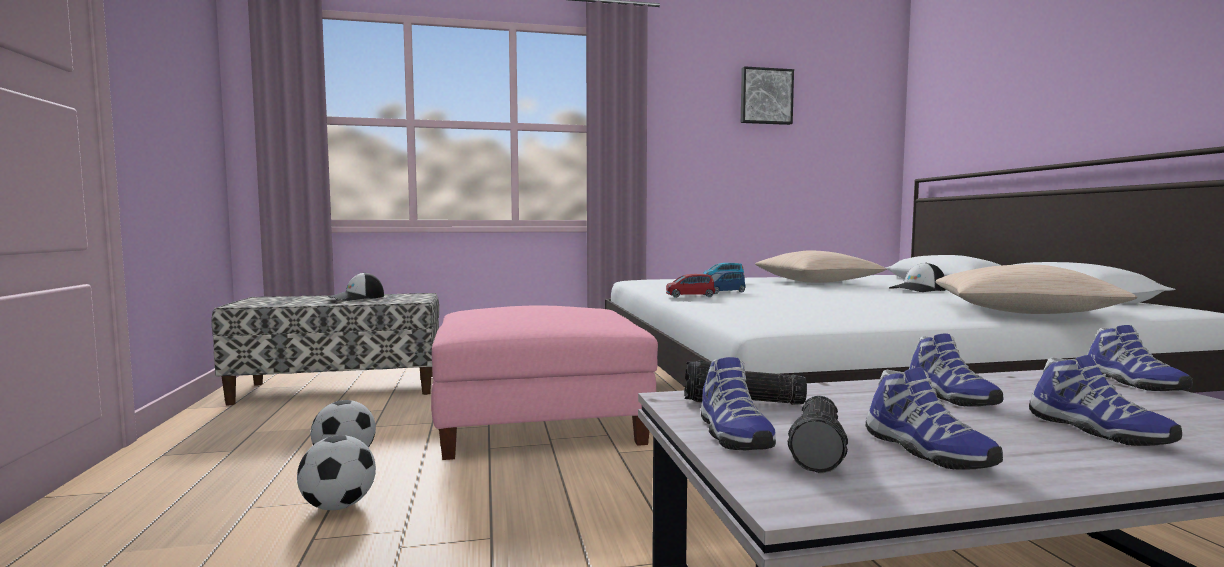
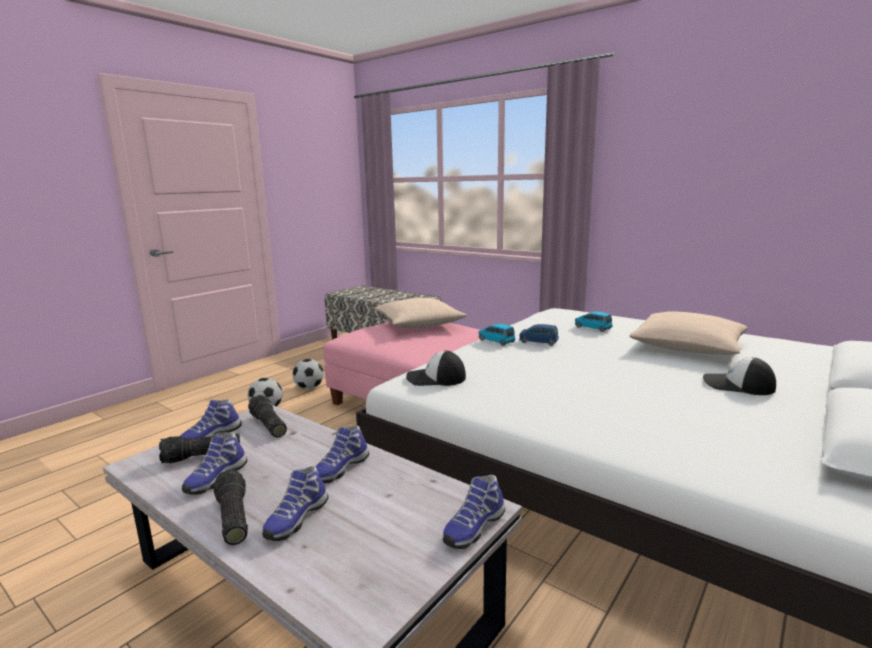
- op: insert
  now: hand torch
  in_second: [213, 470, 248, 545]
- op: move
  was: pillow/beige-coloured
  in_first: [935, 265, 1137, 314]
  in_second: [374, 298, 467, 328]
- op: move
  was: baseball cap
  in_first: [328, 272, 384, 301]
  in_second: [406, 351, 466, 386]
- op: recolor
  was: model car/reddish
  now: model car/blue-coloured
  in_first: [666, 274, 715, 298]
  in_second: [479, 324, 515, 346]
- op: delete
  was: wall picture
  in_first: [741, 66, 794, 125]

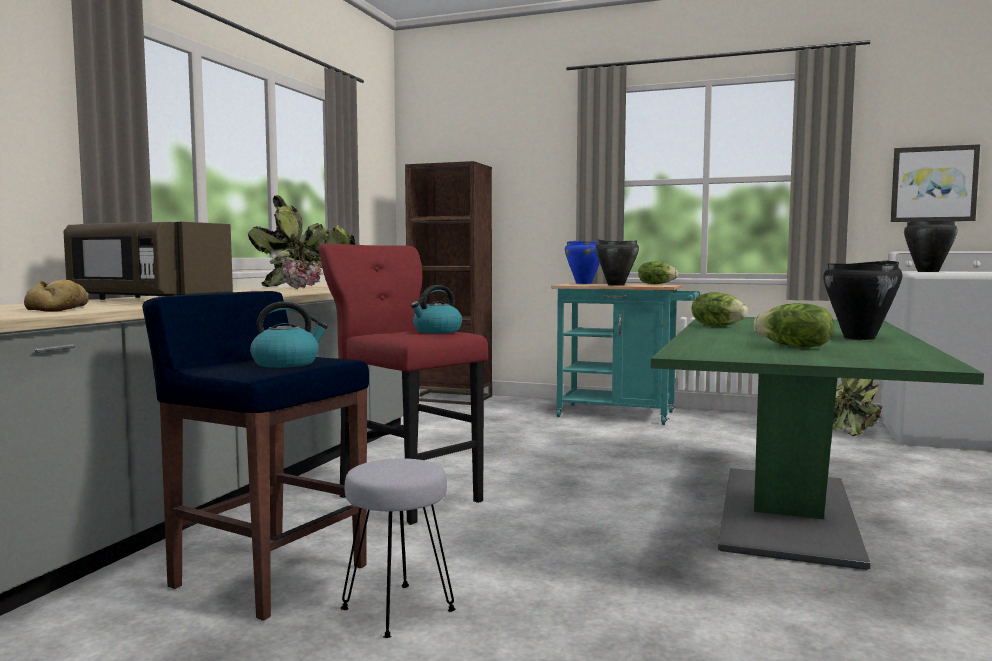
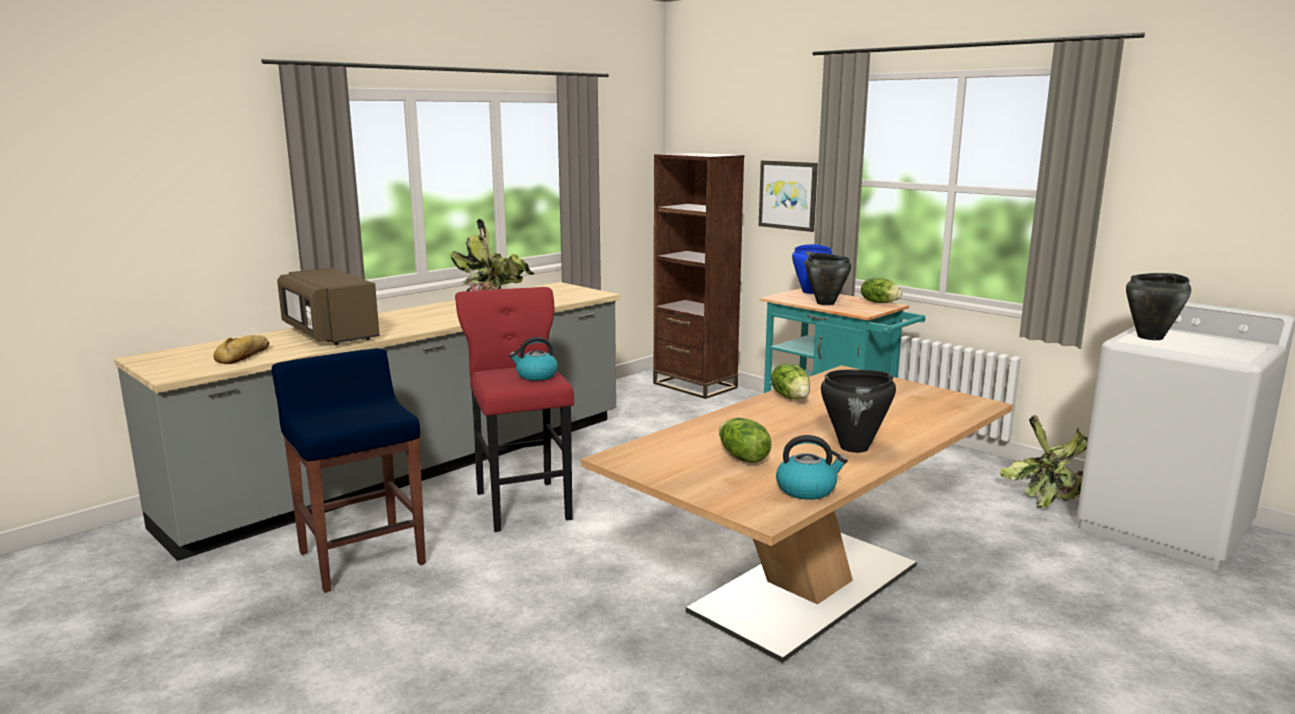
- op: recolor
  was: kitchen table/greenish
  now: kitchen table/beige-coloured
  in_first: [651, 317, 984, 570]
  in_second: [581, 365, 1013, 663]
- op: move
  was: wall picture
  in_first: [891, 144, 980, 222]
  in_second: [759, 160, 818, 232]
- op: move
  was: tea kettle
  in_first: [250, 301, 328, 368]
  in_second: [776, 435, 848, 500]
- op: delete
  was: stool/gray
  in_first: [341, 458, 455, 638]

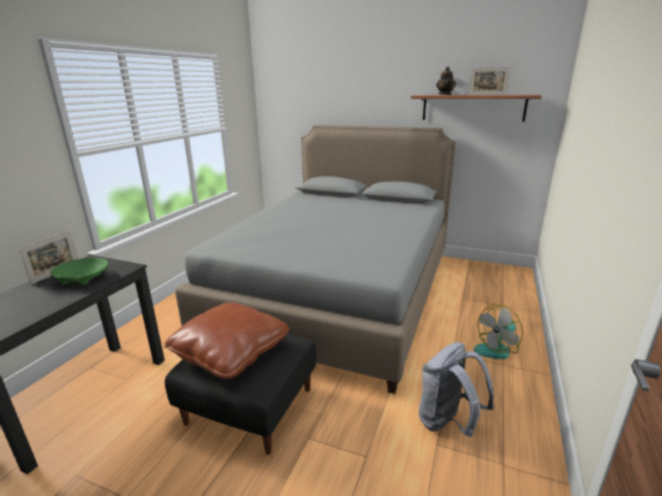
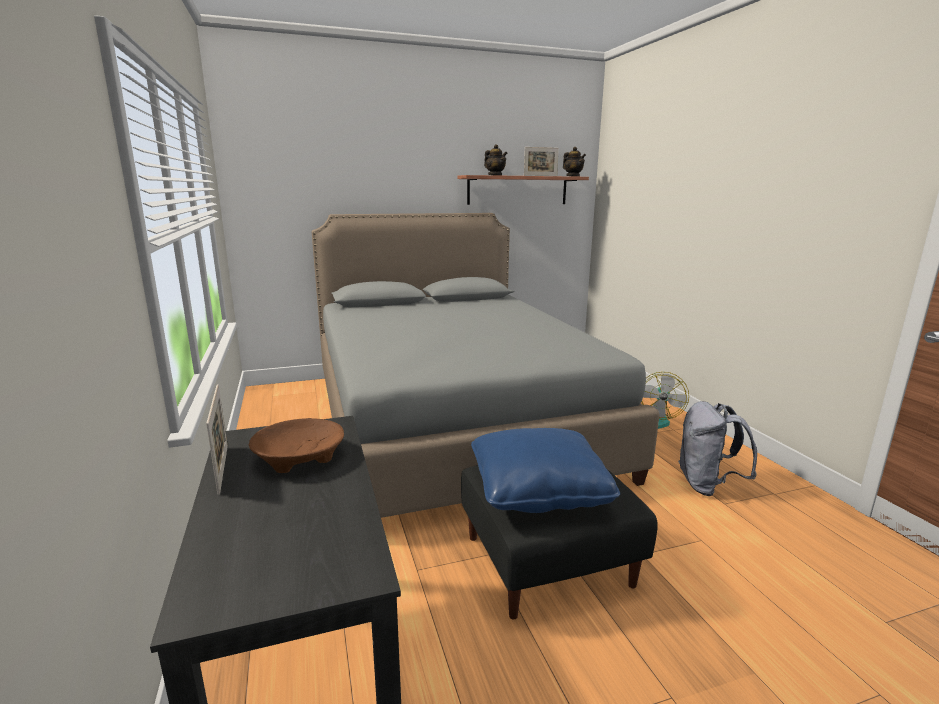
- op: recolor
  was: deep dish/greenish
  now: deep dish/brown
  in_first: [50, 258, 109, 286]
  in_second: [249, 418, 344, 473]
- op: recolor
  was: pillow/brown
  now: pillow/blue-coloured
  in_first: [164, 303, 290, 379]
  in_second: [471, 428, 620, 513]
- op: insert
  now: tea pot
  in_second: [563, 147, 586, 177]

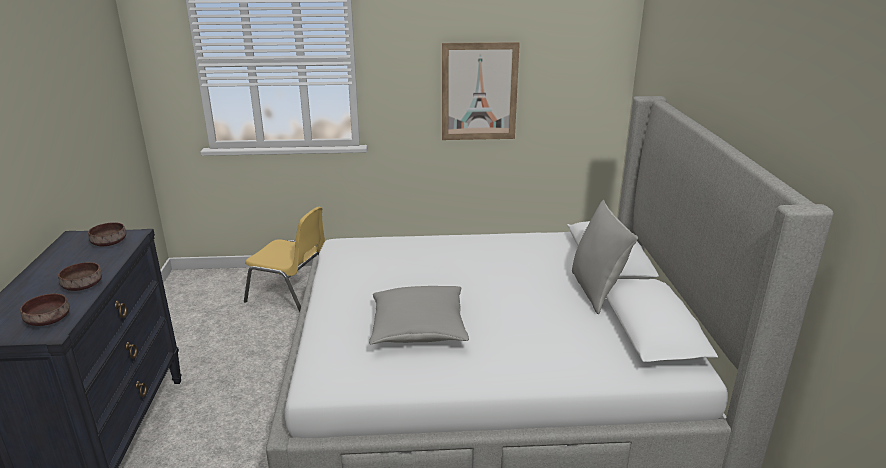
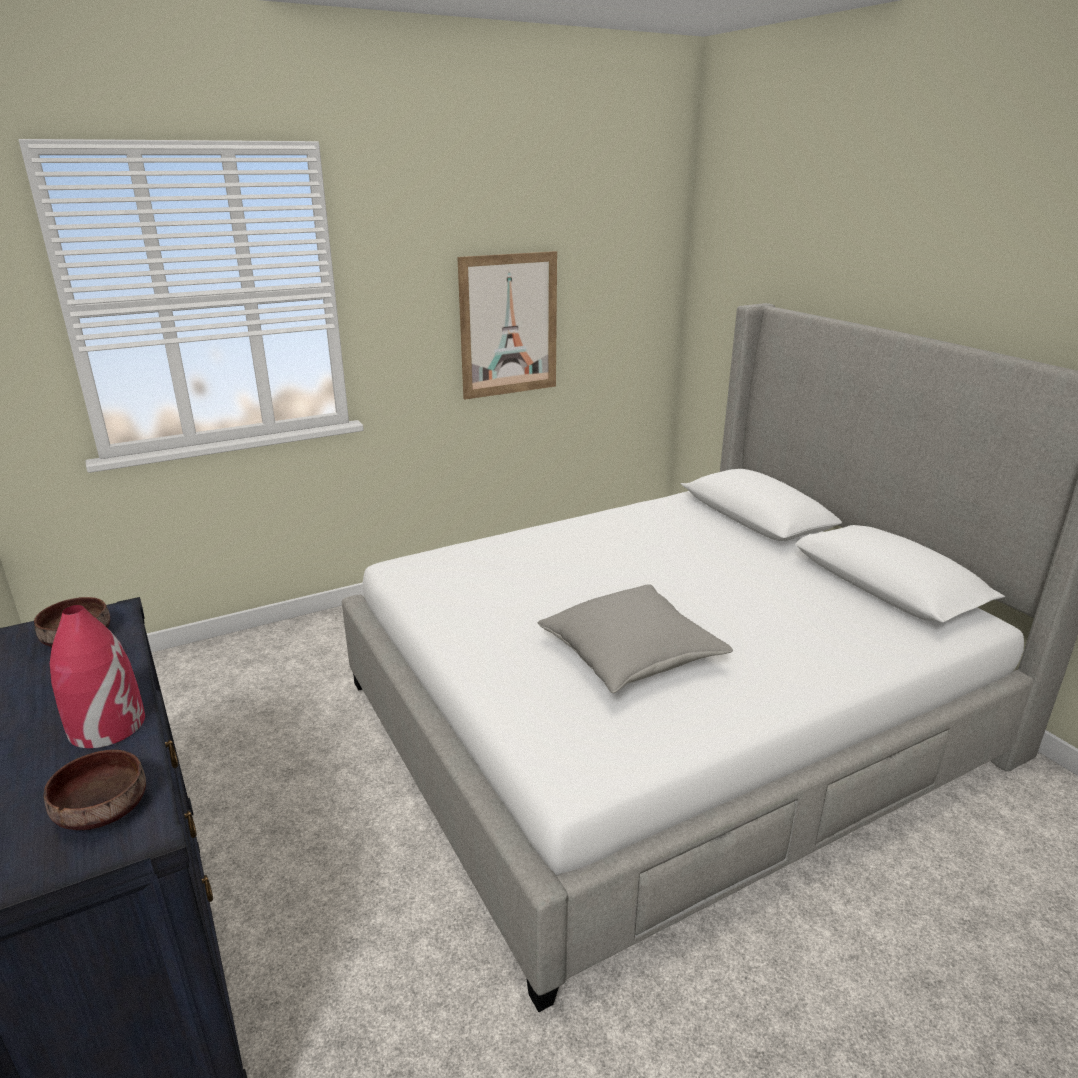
- op: replace
  was: deep dish/brown
  now: vase/reddish
  in_first: [58, 262, 102, 291]
  in_second: [50, 605, 145, 748]
- op: delete
  was: upright chair/yellowish
  in_first: [244, 207, 325, 312]
- op: delete
  was: pillow/gray
  in_first: [572, 200, 638, 314]

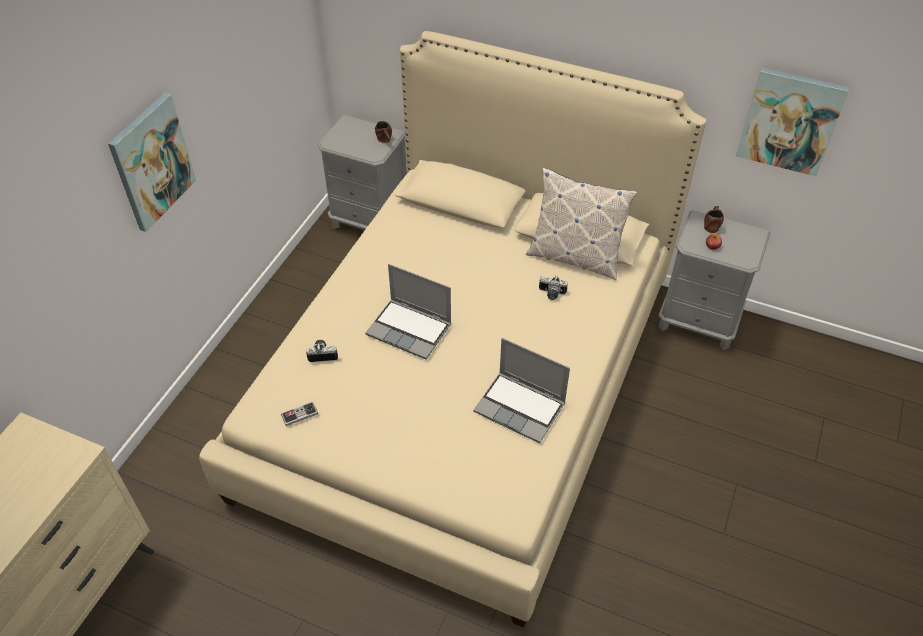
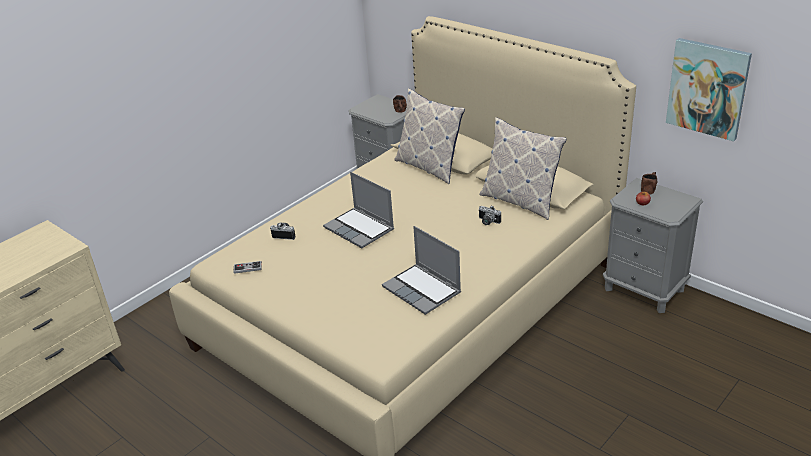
- op: insert
  now: pillow
  in_second: [394, 88, 465, 184]
- op: delete
  was: wall picture
  in_first: [108, 93, 196, 232]

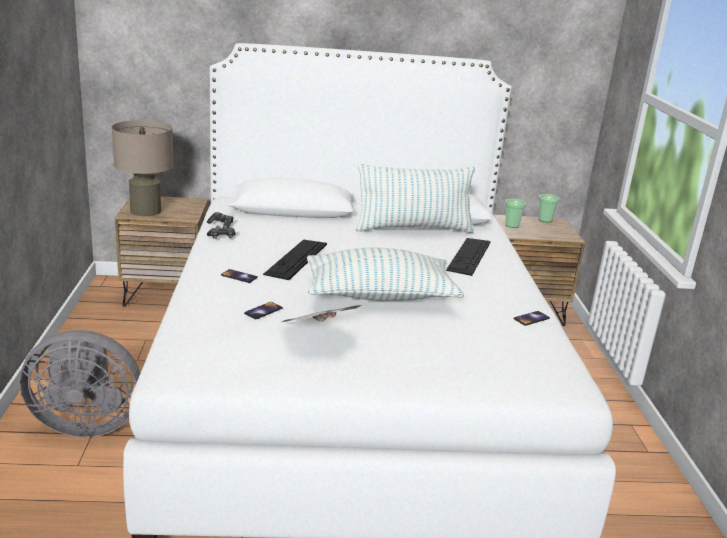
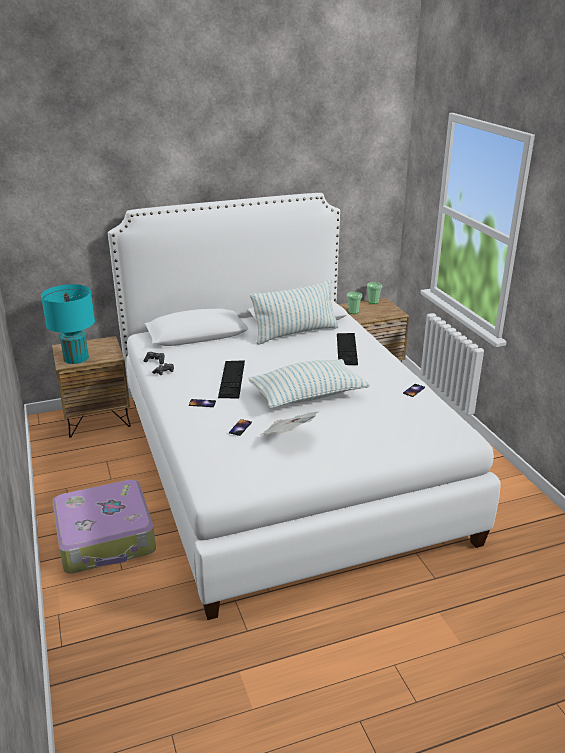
- op: recolor
  was: table lamp/beige-coloured
  now: table lamp/blue-green
  in_first: [112, 120, 173, 216]
  in_second: [41, 284, 95, 364]
- op: replace
  was: electric fan/gray
  now: travel case
  in_first: [20, 330, 140, 437]
  in_second: [52, 480, 156, 574]

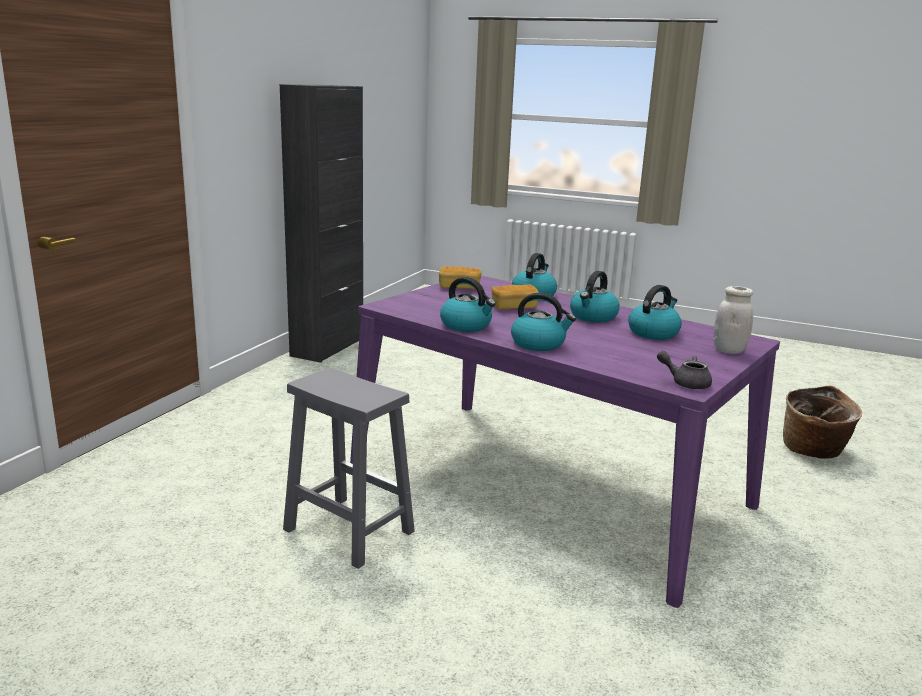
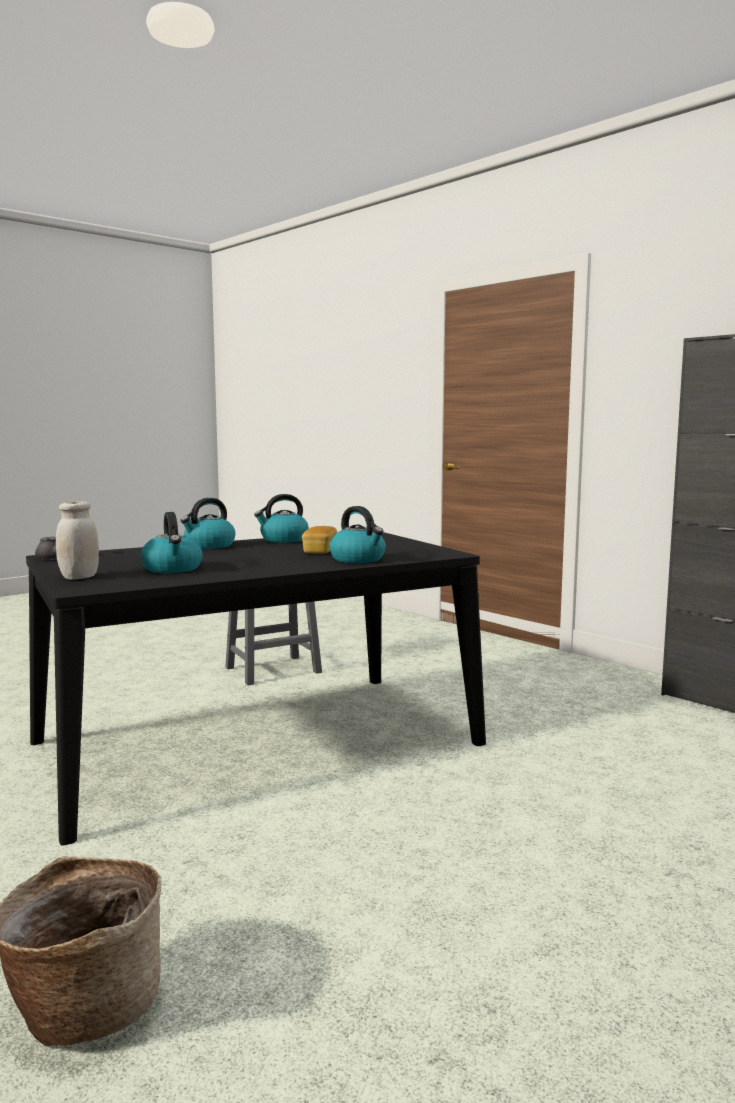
- op: recolor
  was: kitchen table/purple
  now: kitchen table/black
  in_first: [350, 275, 780, 608]
  in_second: [26, 532, 486, 846]
- op: delete
  was: baked bread
  in_first: [439, 266, 481, 289]
- op: delete
  was: tea kettle
  in_first: [570, 271, 620, 322]

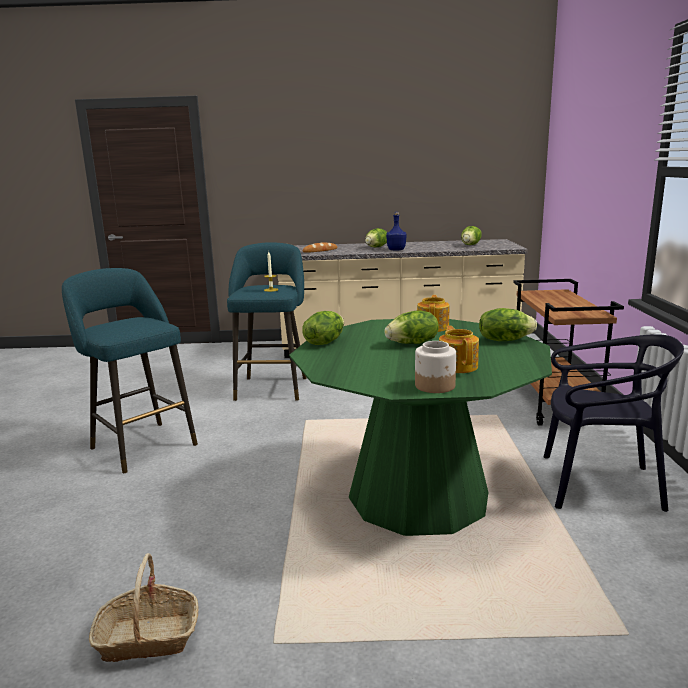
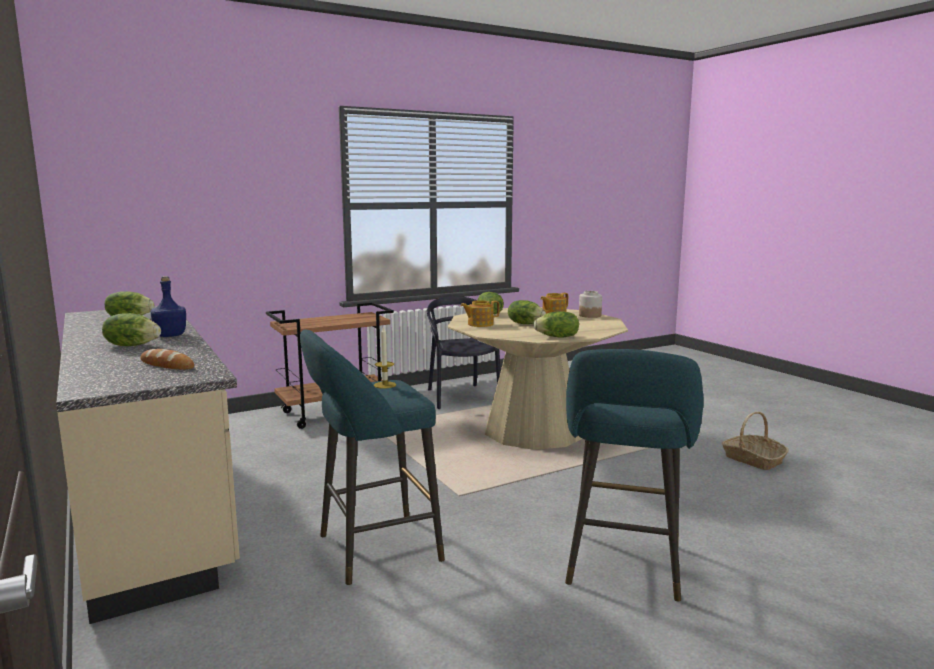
- op: recolor
  was: kitchen table/greenish
  now: kitchen table/beige-coloured
  in_first: [289, 319, 552, 536]
  in_second: [448, 307, 628, 450]

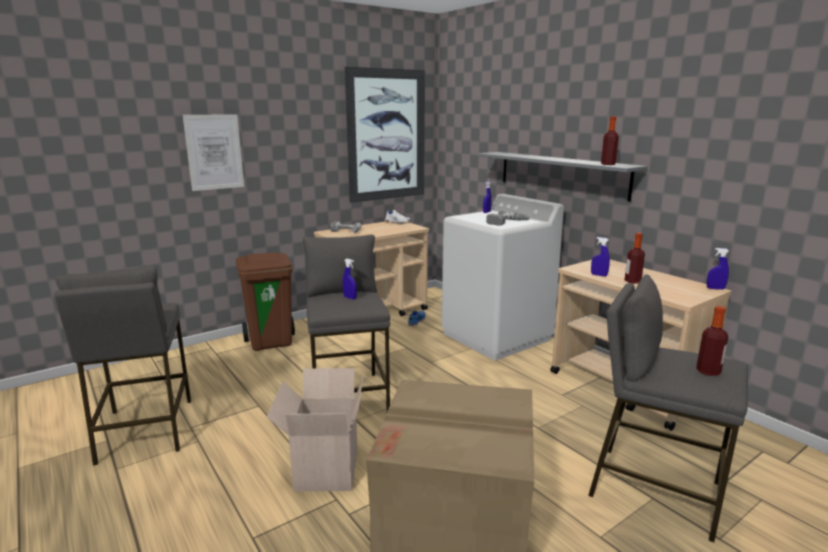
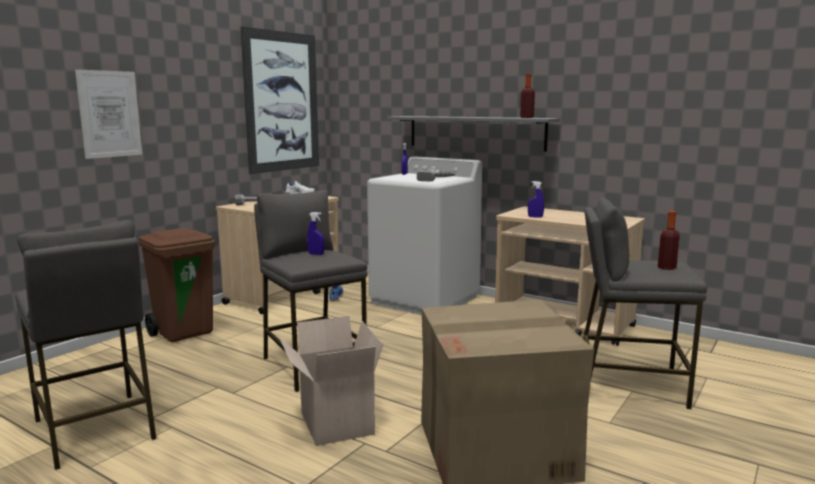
- op: delete
  was: beverage bottle
  in_first: [625, 233, 645, 284]
- op: delete
  was: spray bottle/blue-coloured
  in_first: [707, 248, 729, 290]

